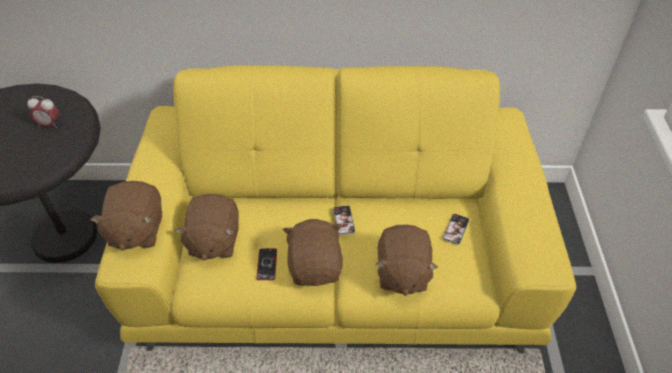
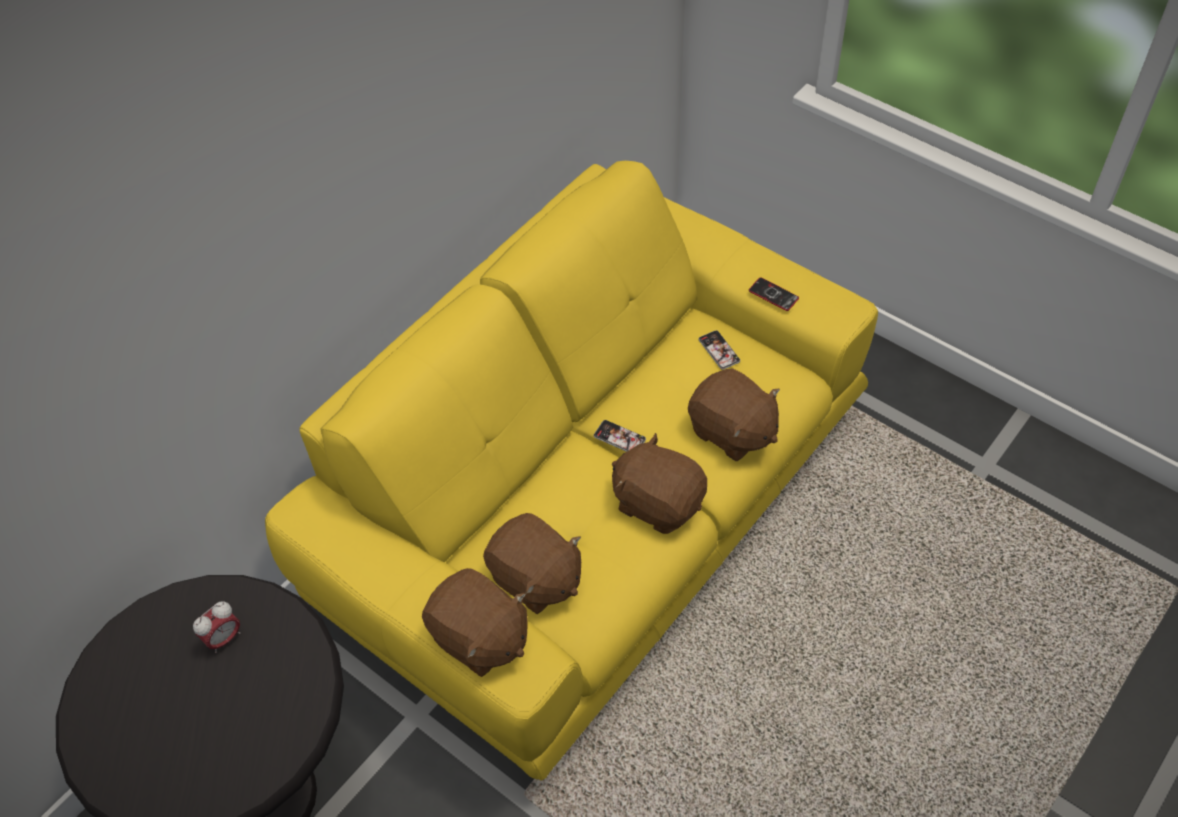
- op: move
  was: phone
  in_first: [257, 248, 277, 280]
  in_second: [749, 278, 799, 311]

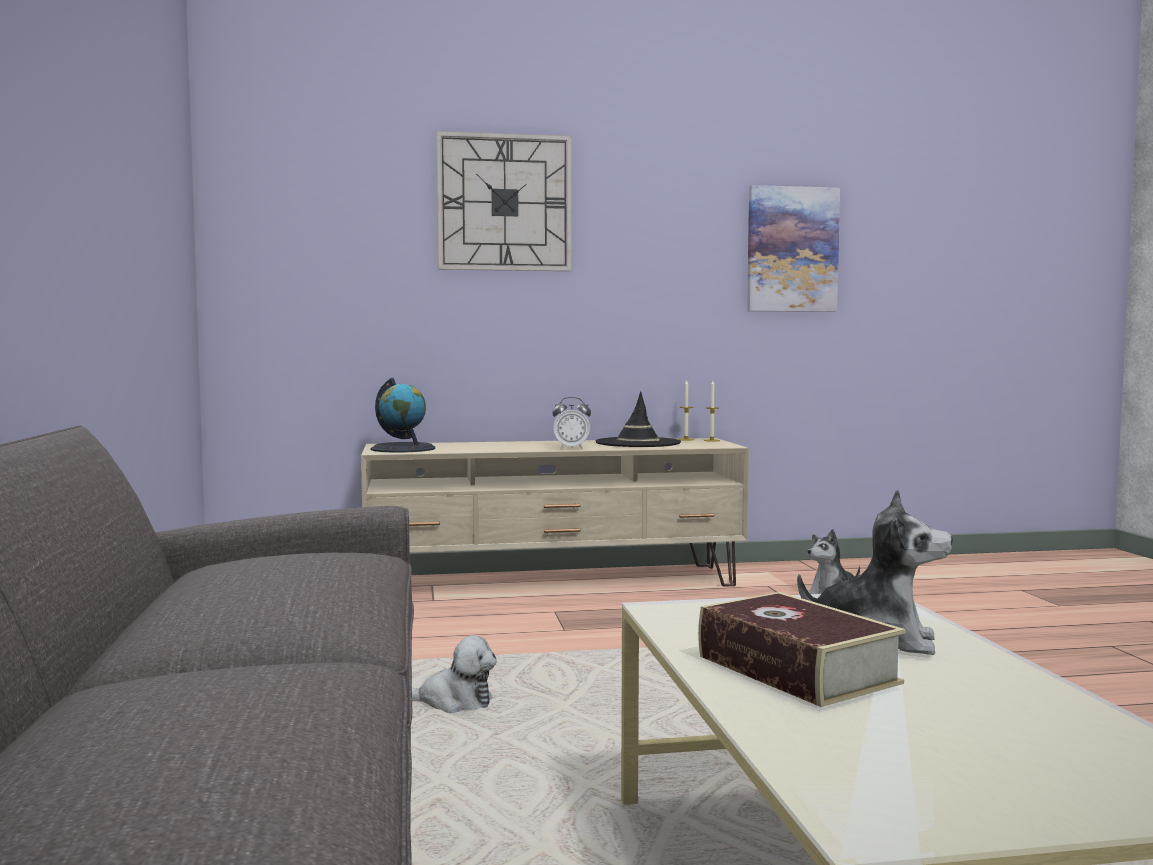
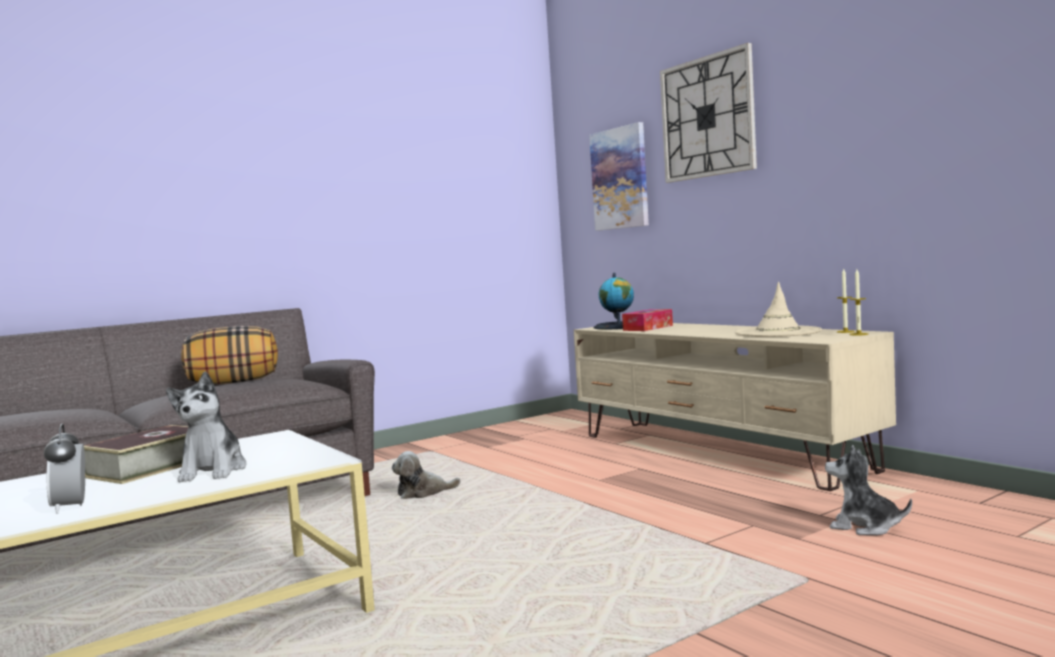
- op: move
  was: alarm clock
  in_first: [552, 397, 591, 449]
  in_second: [44, 424, 85, 514]
- op: insert
  now: pillow
  in_second: [181, 326, 278, 384]
- op: rotate
  was: plush toy
  in_first: [412, 635, 497, 713]
  in_second: [392, 451, 461, 499]
  clockwise: 90
- op: move
  was: wall picture
  in_first: [747, 185, 840, 312]
  in_second: [589, 122, 649, 231]
- op: insert
  now: tissue box
  in_second: [622, 309, 673, 331]
- op: recolor
  was: clothing hat/black
  now: clothing hat/beige-coloured
  in_first: [596, 391, 681, 447]
  in_second: [735, 282, 822, 337]

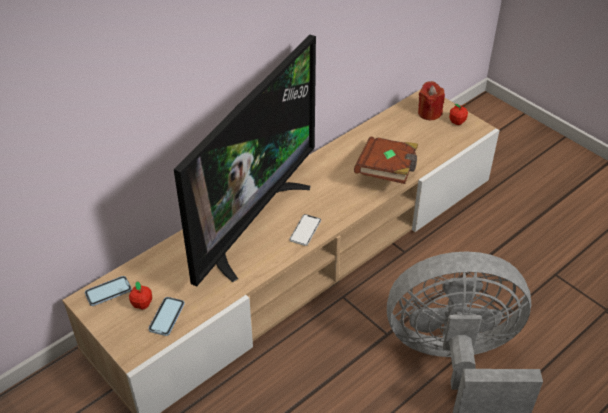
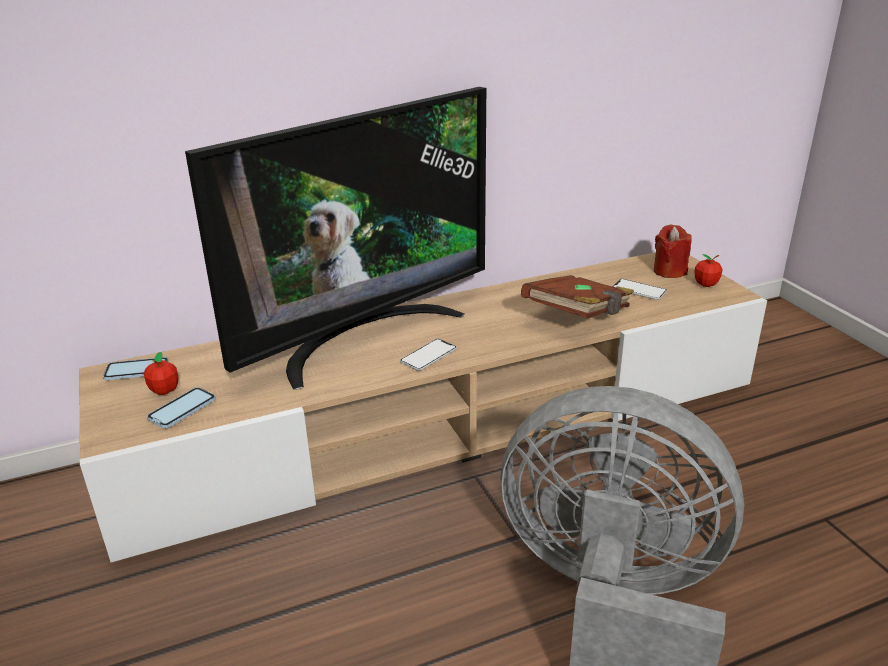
- op: insert
  now: phone
  in_second: [613, 279, 667, 300]

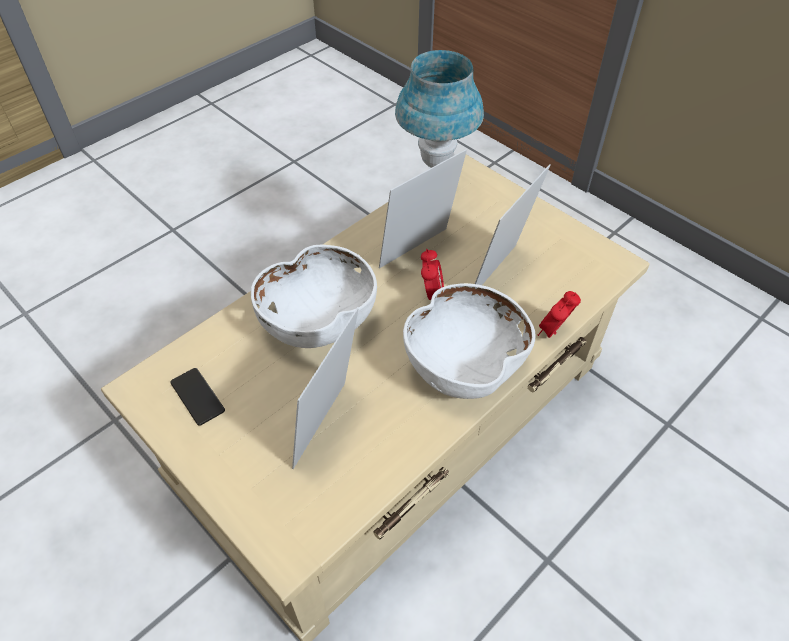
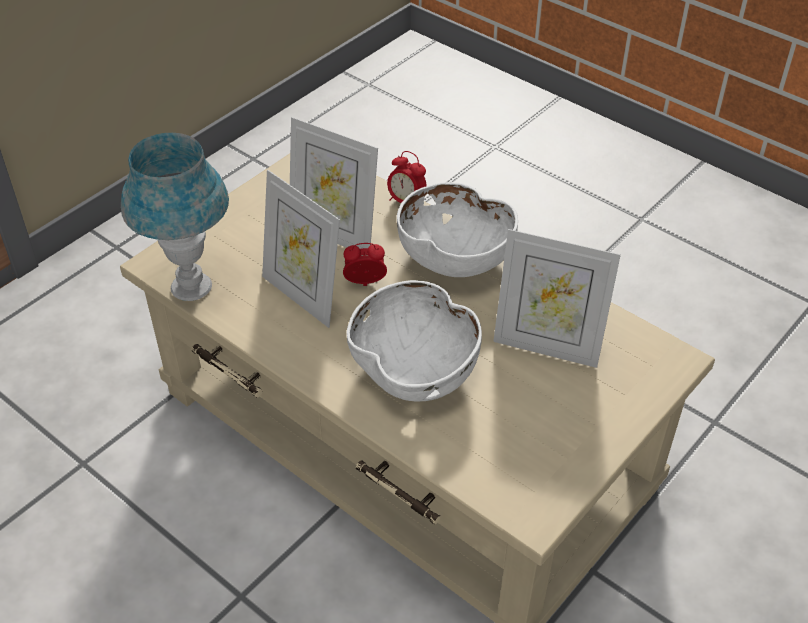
- op: delete
  was: phone
  in_first: [170, 368, 225, 426]

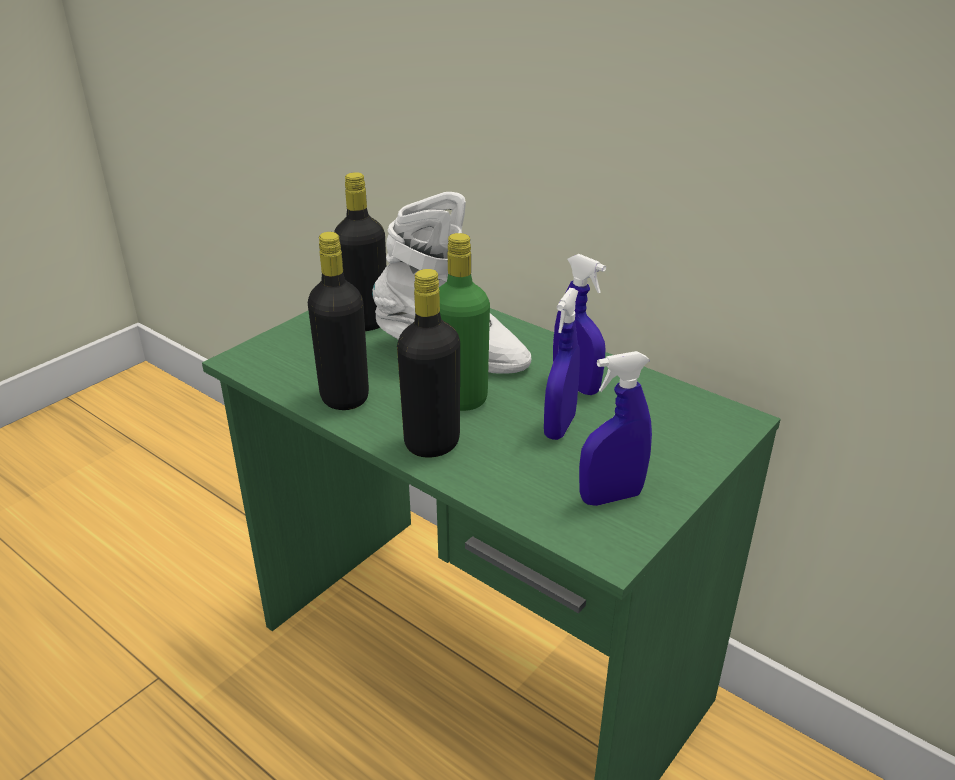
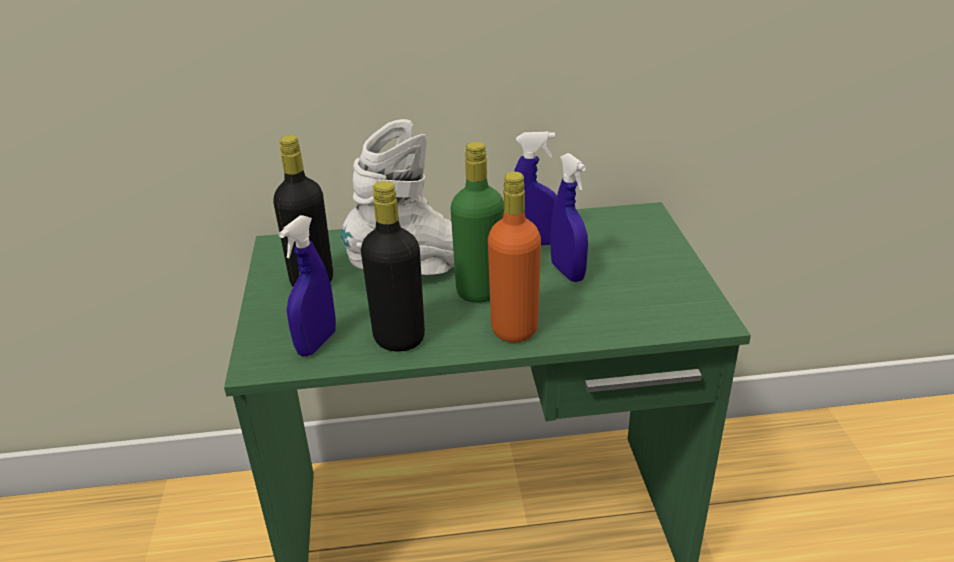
- op: move
  was: spray bottle/blue-coloured
  in_first: [579, 351, 652, 506]
  in_second: [279, 215, 336, 356]
- op: recolor
  was: beverage bottle/black
  now: beverage bottle/orange
  in_first: [397, 269, 460, 458]
  in_second: [488, 172, 541, 343]

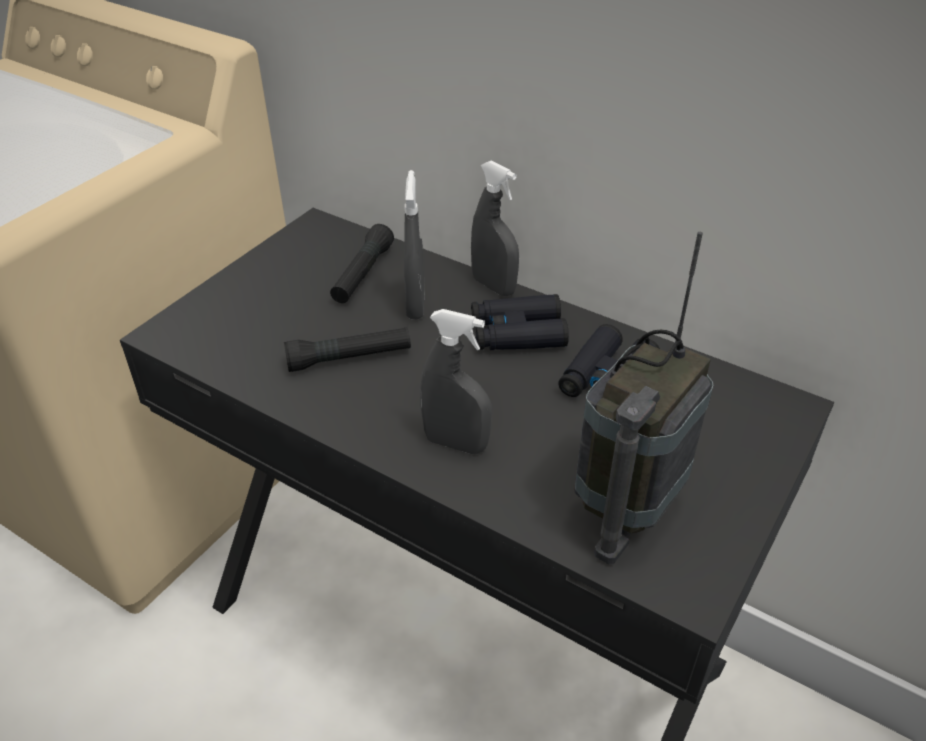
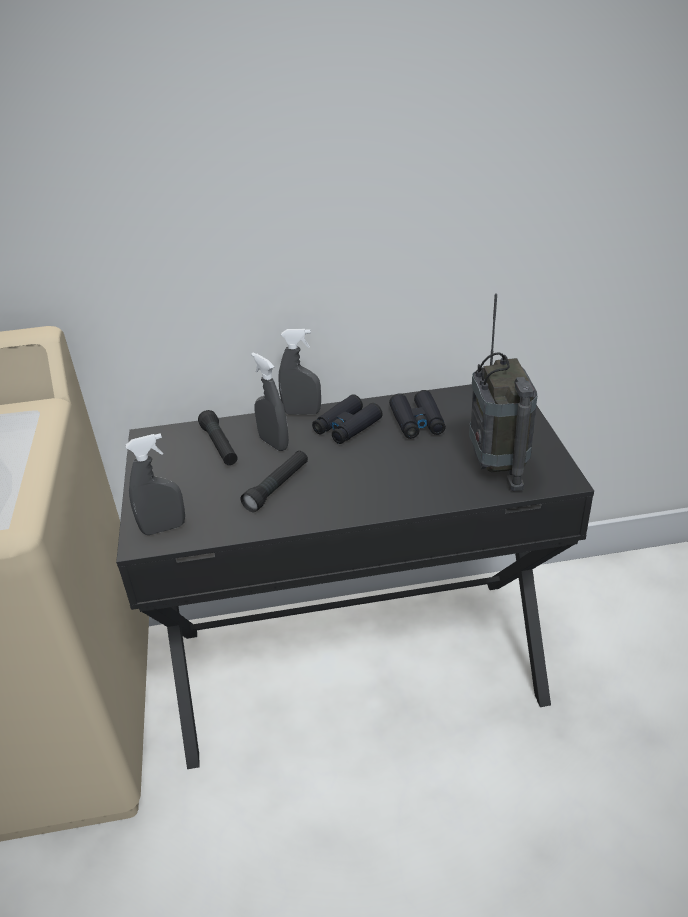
- op: move
  was: spray bottle/gray
  in_first: [420, 309, 492, 454]
  in_second: [126, 433, 185, 535]

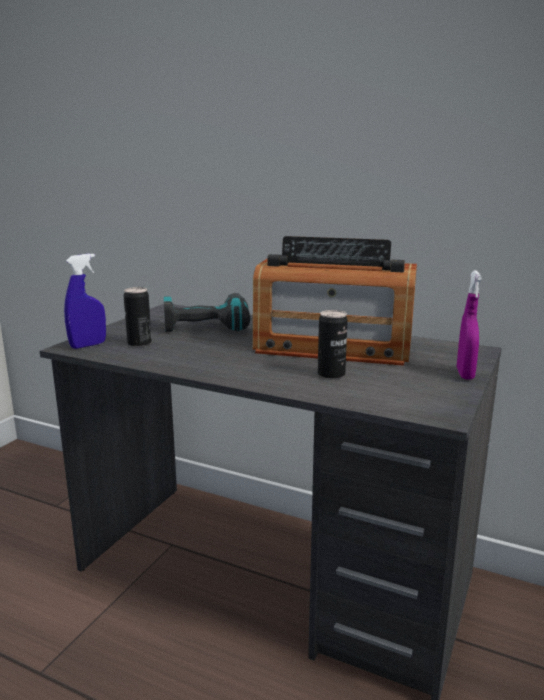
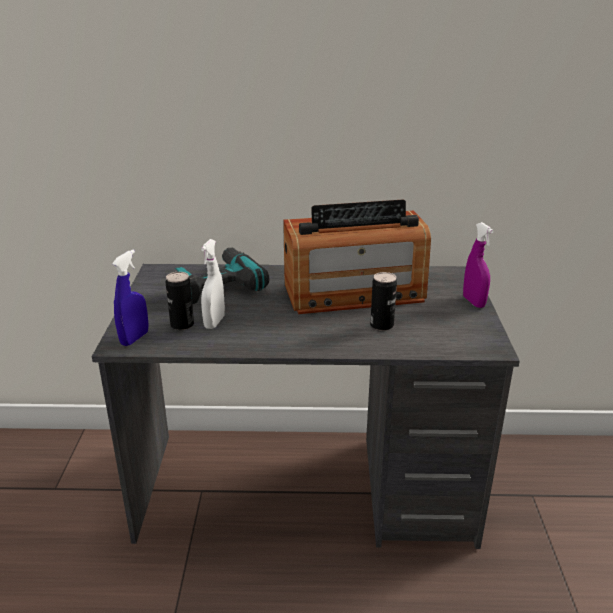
- op: insert
  now: spray bottle/whitish
  in_second: [201, 239, 225, 329]

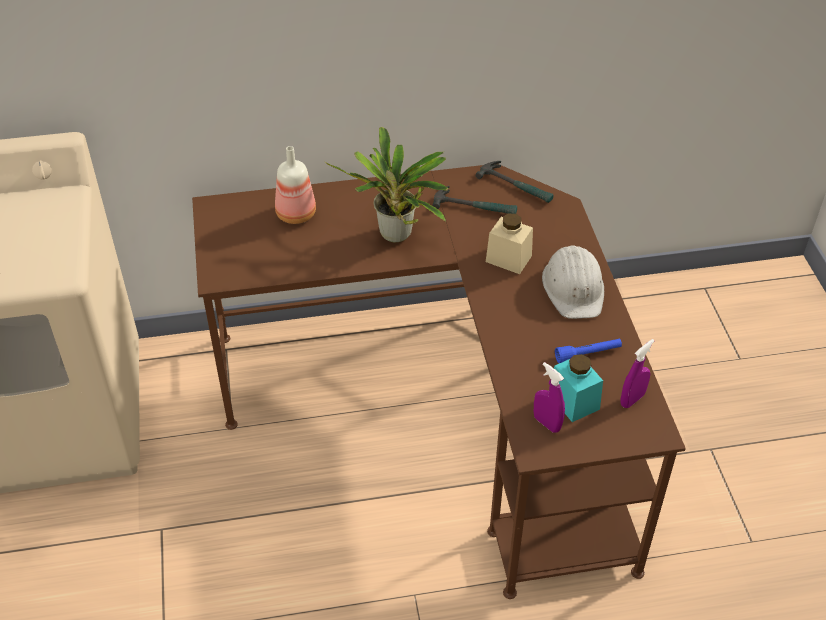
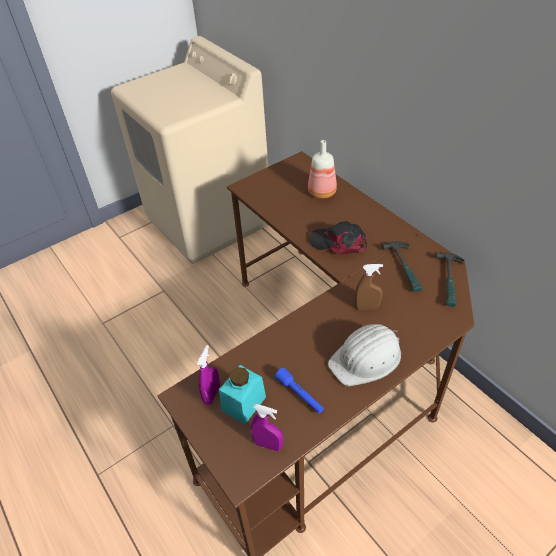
- op: replace
  was: houseplant
  now: baseball cap/black
  in_first: [325, 127, 448, 243]
  in_second: [309, 221, 367, 254]
- op: replace
  was: preserve jar/beige-coloured
  now: spray bottle/brown
  in_first: [486, 213, 533, 274]
  in_second: [354, 264, 383, 310]

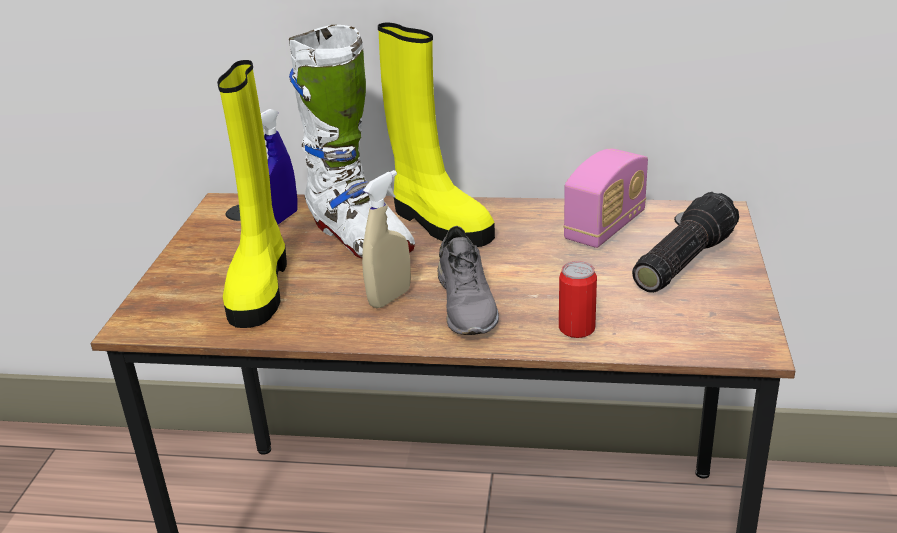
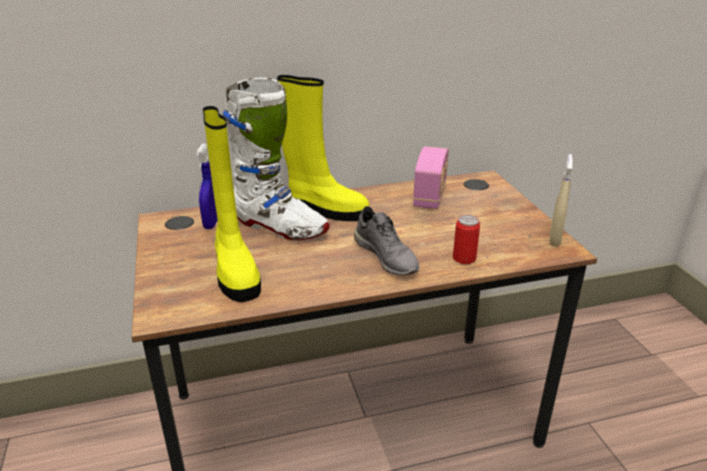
- op: move
  was: spray bottle/beige-coloured
  in_first: [362, 170, 411, 308]
  in_second: [549, 154, 573, 246]
- op: delete
  was: hand torch
  in_first: [632, 192, 739, 293]

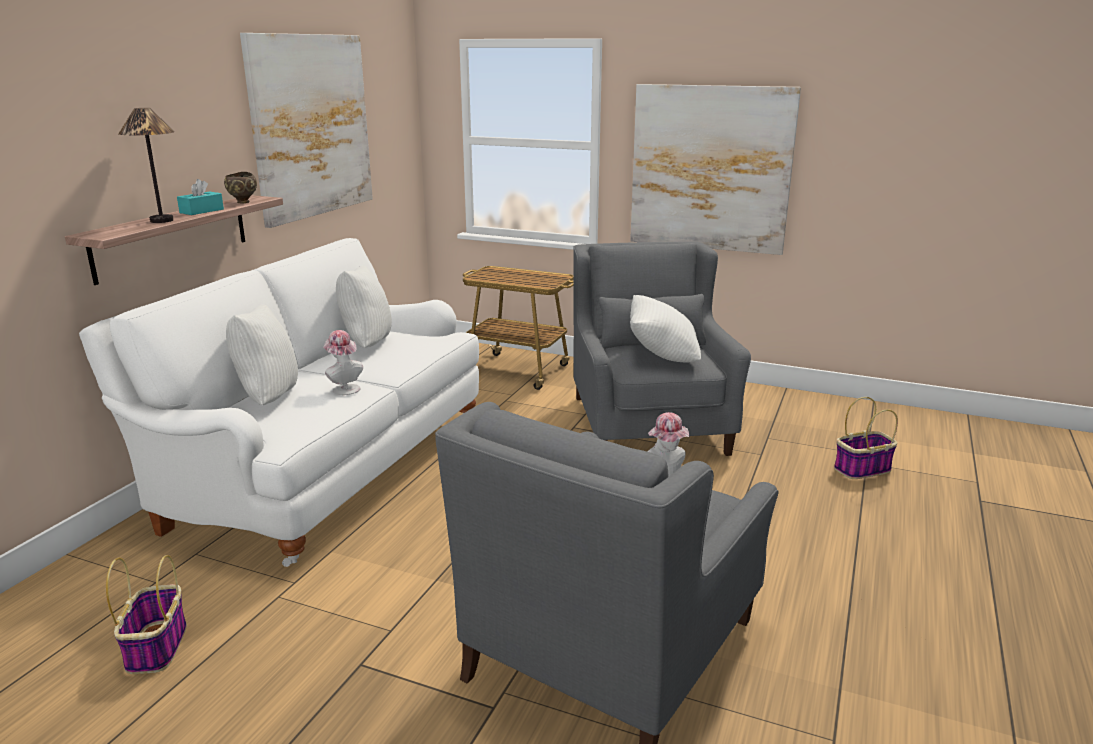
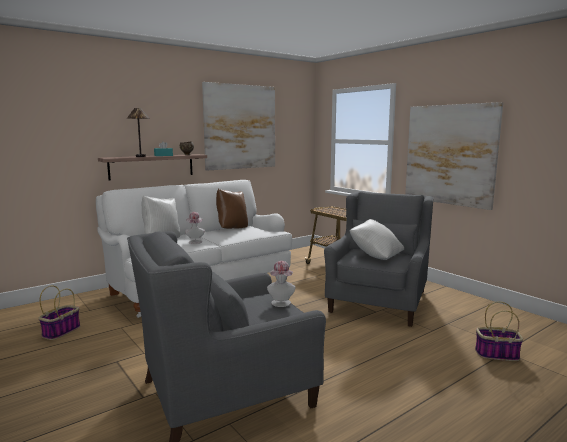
- op: recolor
  was: pillow/whitish
  now: pillow/brown
  in_first: [336, 266, 392, 348]
  in_second: [216, 189, 248, 229]

